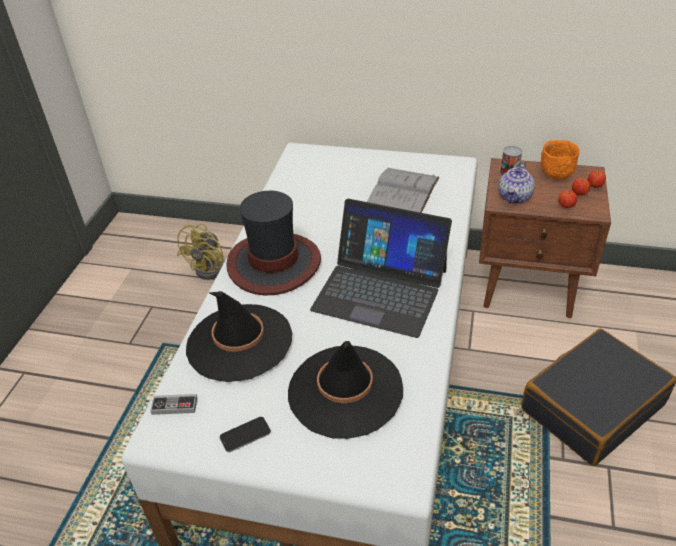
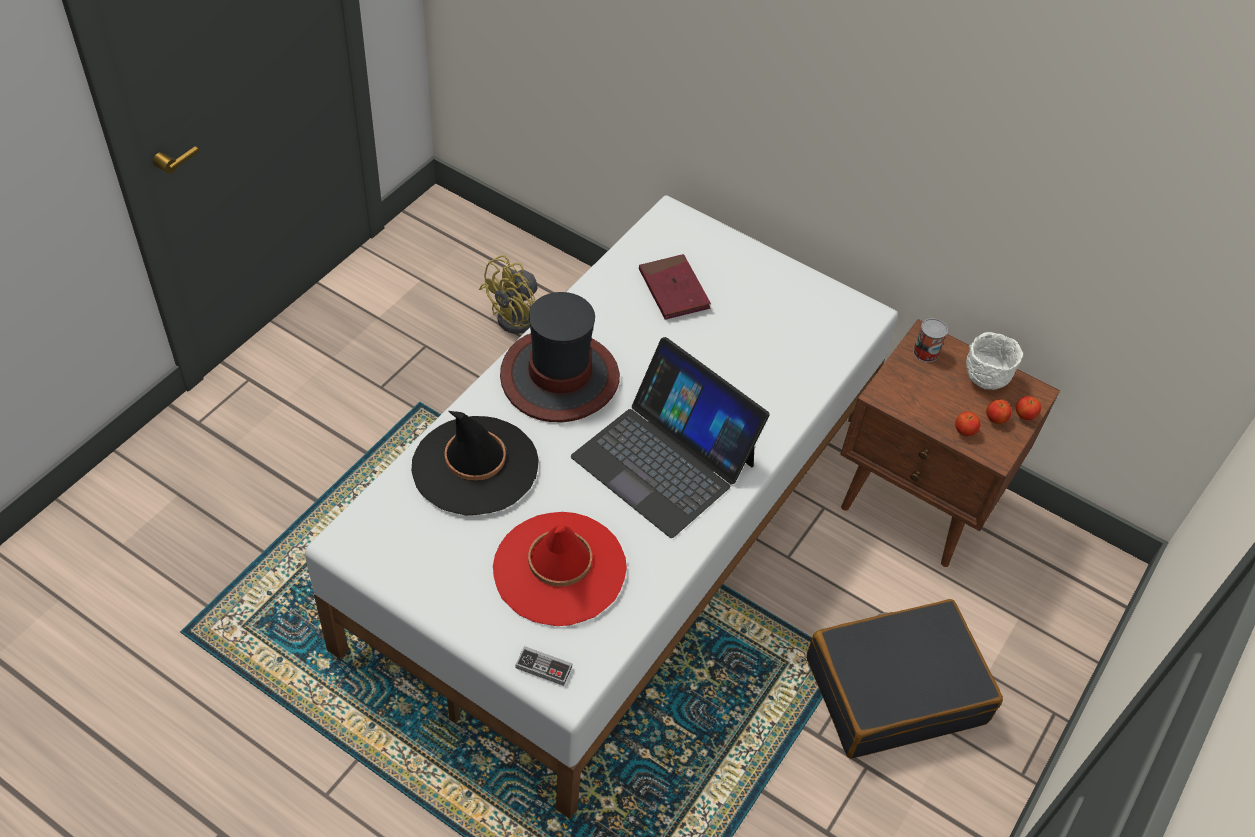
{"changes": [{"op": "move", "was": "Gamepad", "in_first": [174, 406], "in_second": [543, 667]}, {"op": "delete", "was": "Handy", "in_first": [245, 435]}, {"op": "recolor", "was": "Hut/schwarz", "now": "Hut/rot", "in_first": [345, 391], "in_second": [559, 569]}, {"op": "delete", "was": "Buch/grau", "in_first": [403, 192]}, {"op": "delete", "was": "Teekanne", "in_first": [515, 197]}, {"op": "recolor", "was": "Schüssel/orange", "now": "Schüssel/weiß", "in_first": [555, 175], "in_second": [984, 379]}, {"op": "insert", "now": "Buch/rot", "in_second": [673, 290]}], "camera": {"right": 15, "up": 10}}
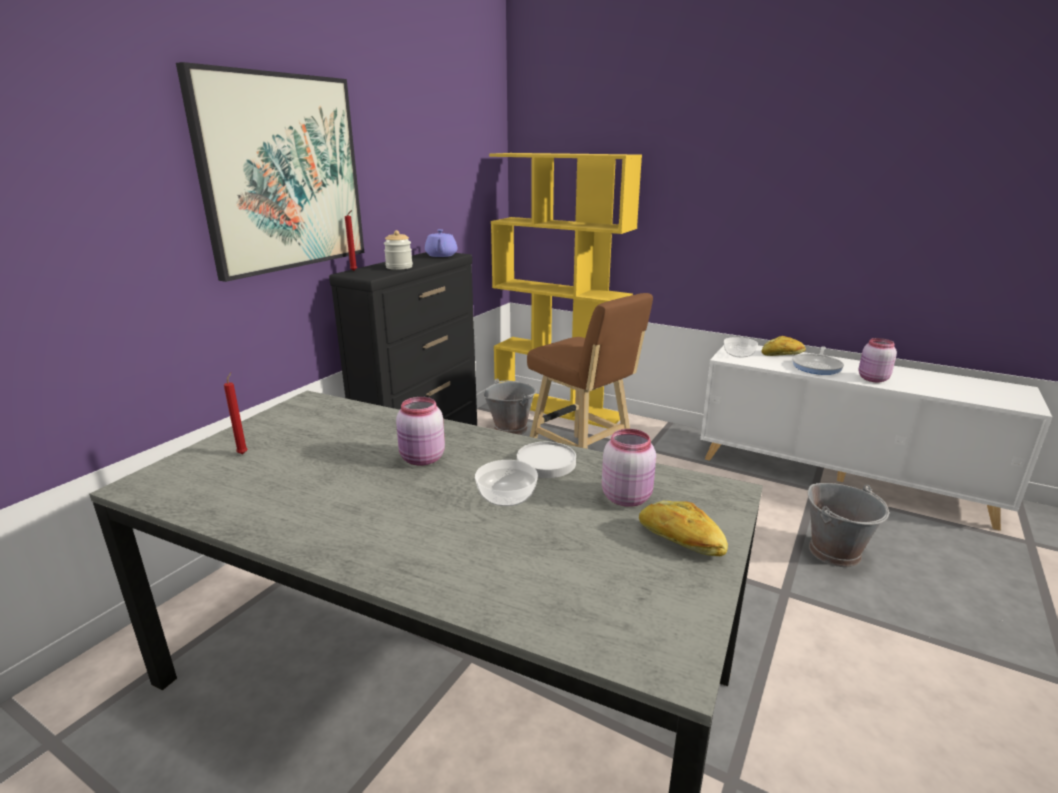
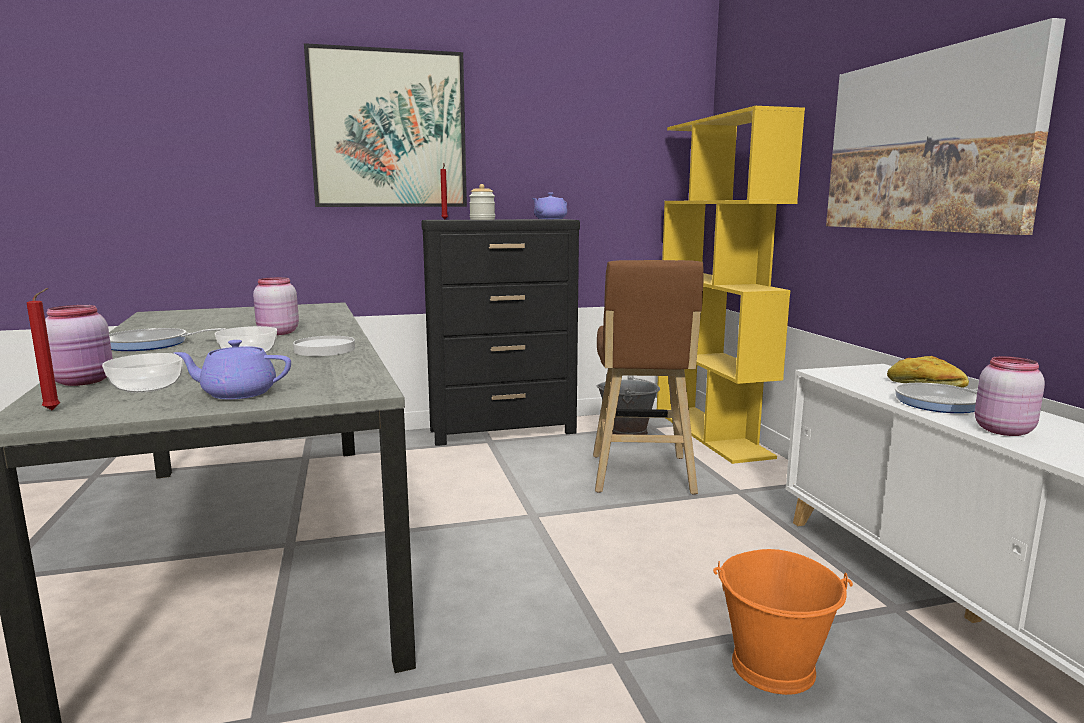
{"changes": [{"op": "move", "was": "Kerze/rot", "in_first": [243, 453], "in_second": [55, 409]}, {"op": "move", "was": "Vorratsglas/rosa", "in_first": [627, 497], "in_second": [85, 381]}, {"op": "replace", "was": "Brot", "now": "Teekanne/lila", "in_first": [680, 541], "in_second": [237, 393]}, {"op": "move", "was": "Schüssel", "in_first": [738, 354], "in_second": [147, 387]}, {"op": "recolor", "was": "Eimer/grau", "now": "Eimer/orange", "in_first": [835, 552], "in_second": [774, 668]}, {"op": "insert", "now": "Pfanne", "in_second": [151, 344]}, {"op": "insert", "now": "Bild", "in_second": [927, 143]}], "camera": {"right": 45, "up": -10}}
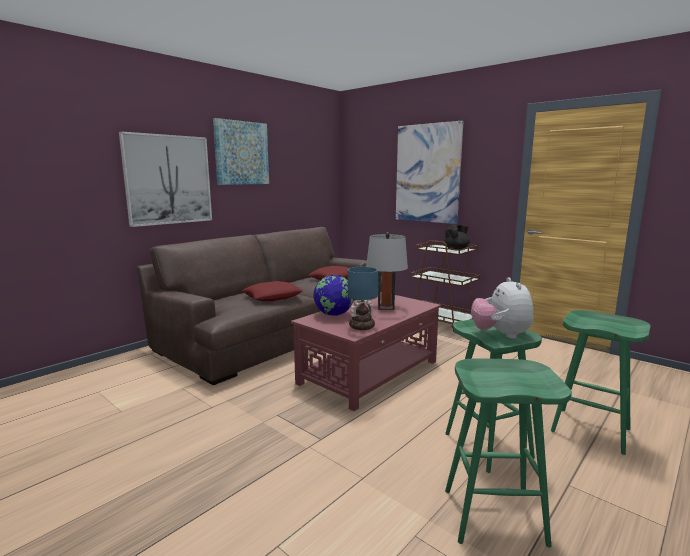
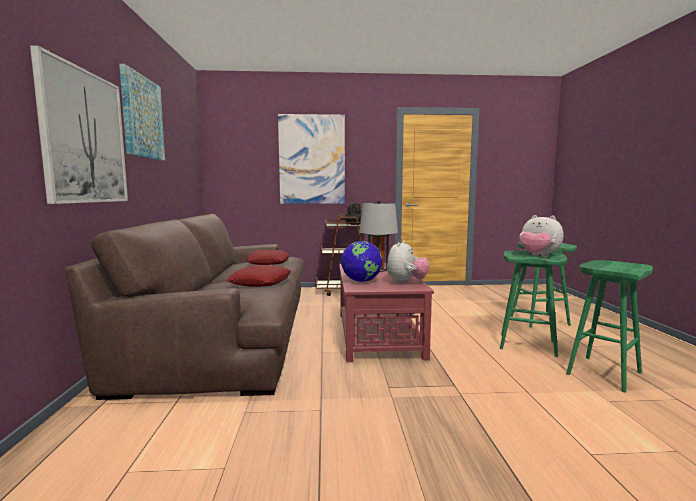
{"changes": [{"op": "replace", "was": "Tischlampe", "now": "Plüschtier", "in_first": [362, 326], "in_second": [406, 282]}], "camera": {"right": -45, "up": -5}}
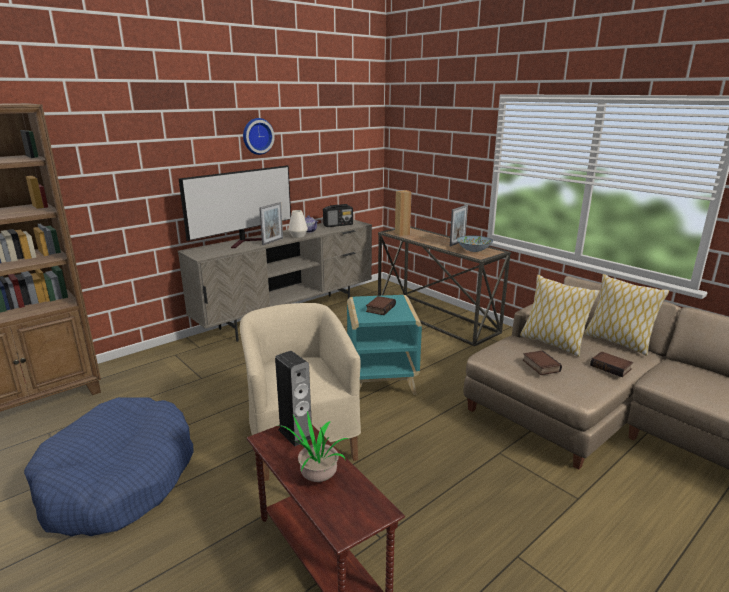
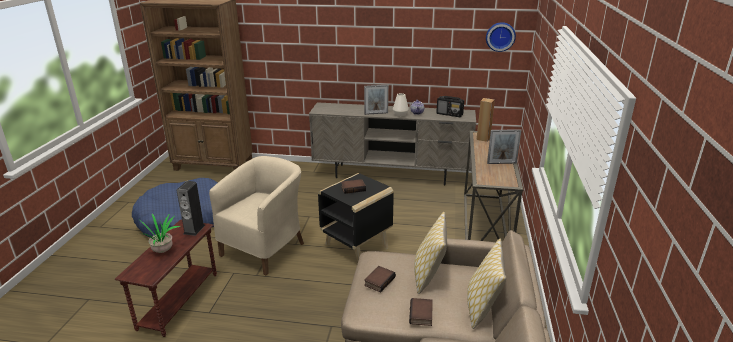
{"changes": [{"op": "delete", "was": "Fernseher", "in_first": [247, 242]}, {"op": "move", "was": "Wanduhr", "in_first": [257, 136], "in_second": [500, 36]}, {"op": "recolor", "was": "Beistelltisch/türkis", "now": "Beistelltisch/schwarz", "in_first": [382, 382], "in_second": [357, 246]}, {"op": "delete", "was": "Schüssel", "in_first": [473, 250]}], "camera": {"right": 50, "up": 5}}
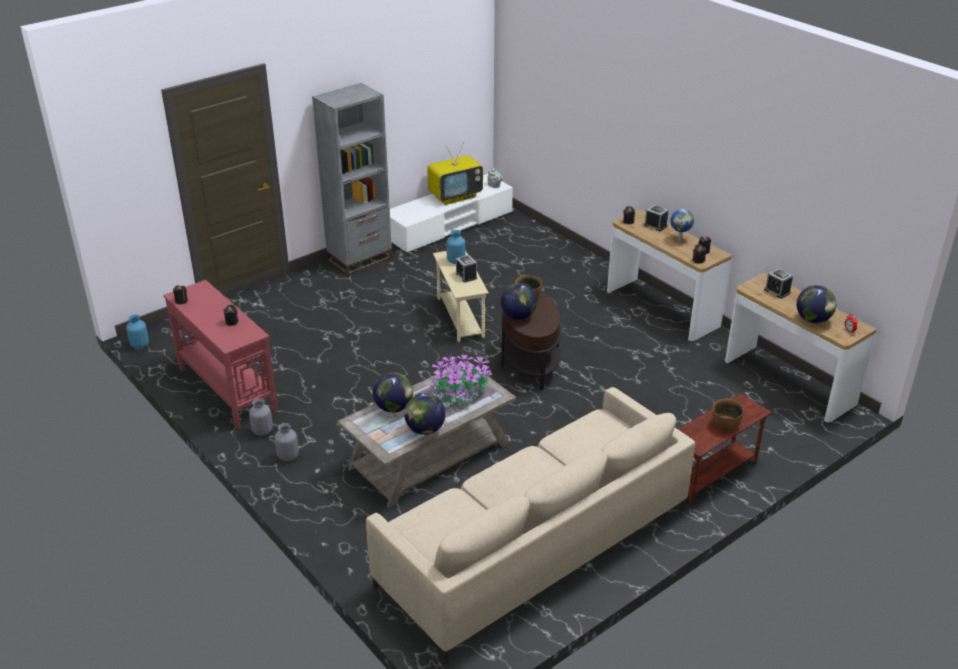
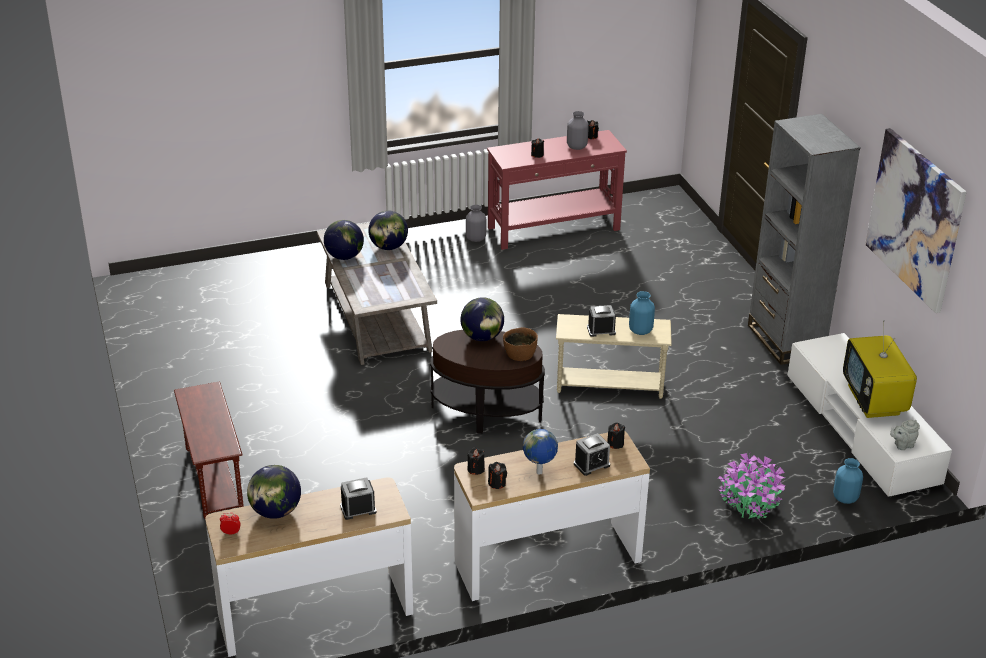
{"changes": [{"op": "move", "was": "Vase/blau", "in_first": [140, 345], "in_second": [845, 498]}, {"op": "move", "was": "Vase/grau", "in_first": [288, 457], "in_second": [576, 147]}, {"op": "delete", "was": "Sofa/beige", "in_first": [533, 547]}, {"op": "move", "was": "Topfpflanze", "in_first": [460, 394], "in_second": [749, 503]}, {"op": "delete", "was": "Schüssel/braun", "in_first": [725, 424]}, {"op": "insert", "now": "Bild", "in_second": [915, 219]}], "camera": {"right": 110, "up": 0}}
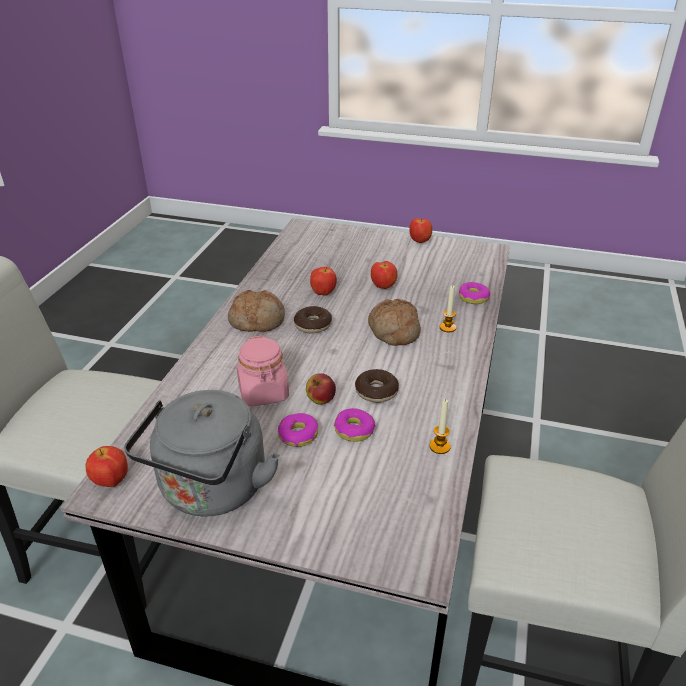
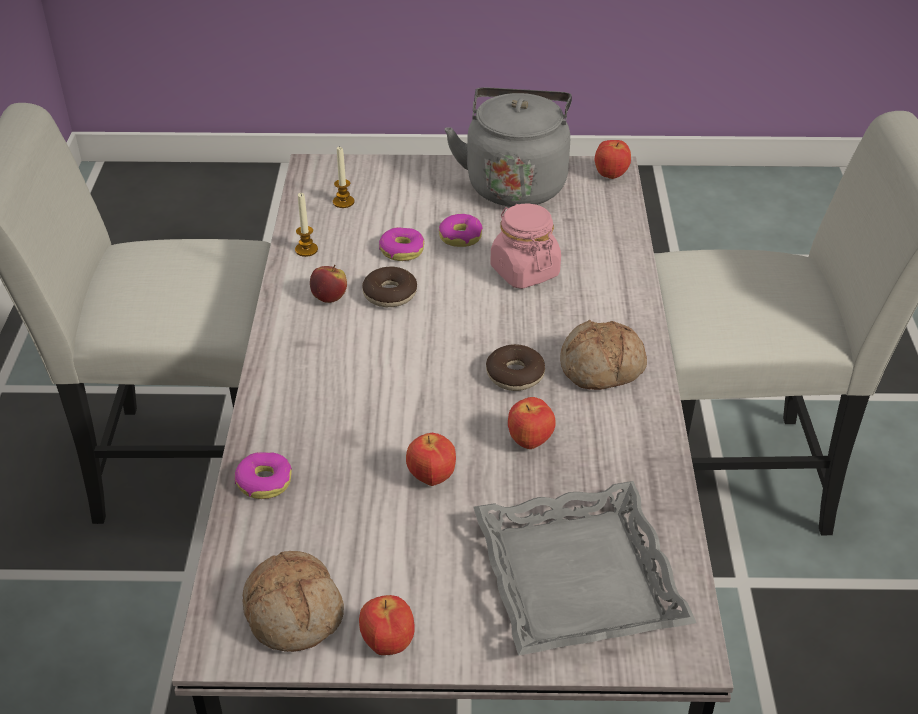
{"changes": [{"op": "move", "was": "Apfel", "in_first": [321, 400], "in_second": [329, 298]}, {"op": "move", "was": "Brot", "in_first": [393, 331], "in_second": [295, 612]}, {"op": "move", "was": "Kerze", "in_first": [447, 327], "in_second": [343, 202]}, {"op": "insert", "now": "Tablett/grau", "in_second": [580, 578]}], "camera": {"right": 165, "up": 5}}
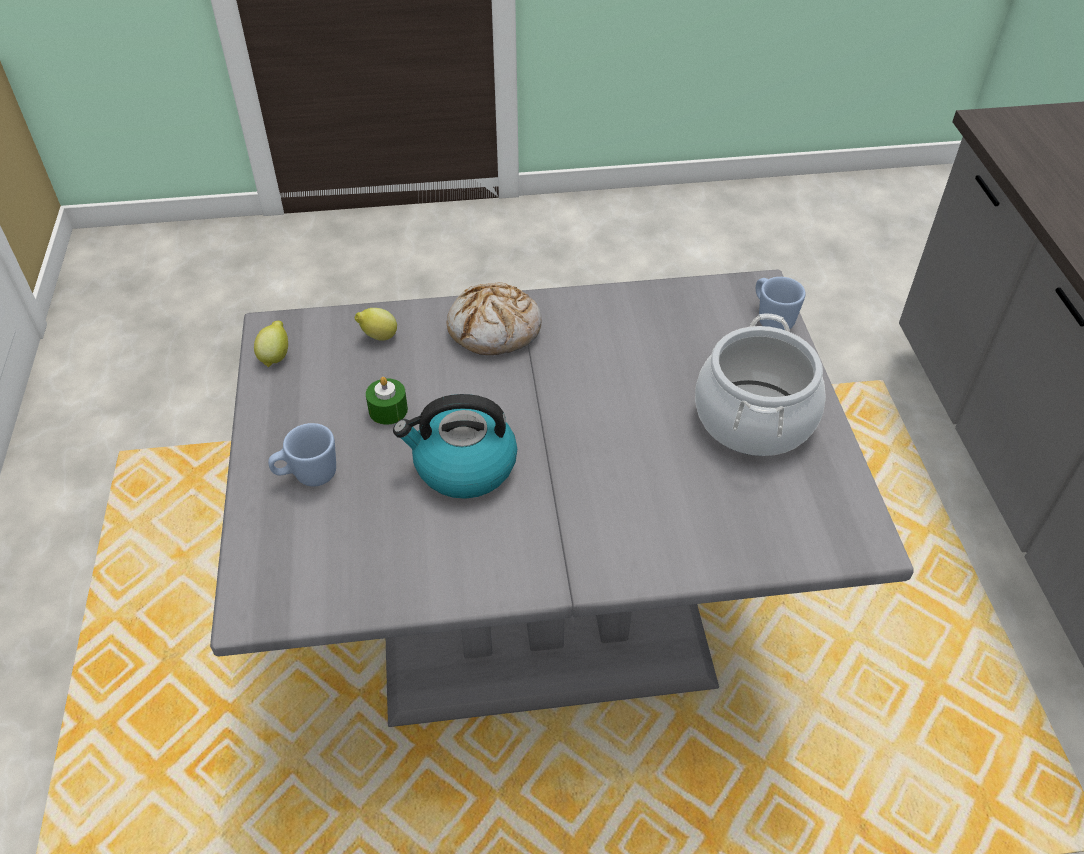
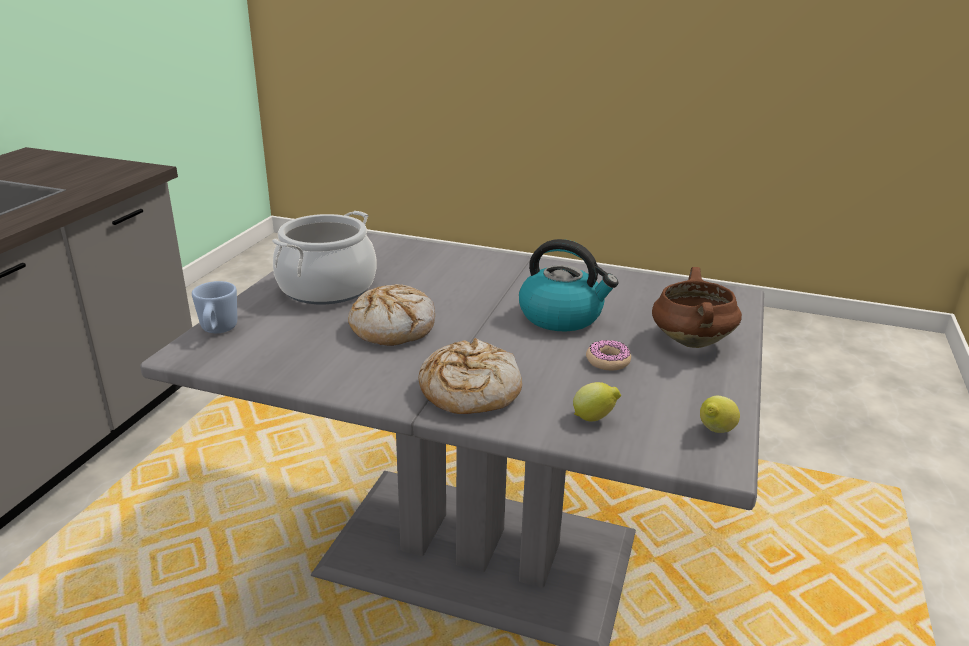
{"changes": [{"op": "replace", "was": "Henkelbecher/blau", "now": "Kochtopf/braun", "in_first": [307, 476], "in_second": [690, 340]}, {"op": "replace", "was": "Kerze/grün", "now": "Donut", "in_first": [388, 410], "in_second": [608, 361]}, {"op": "insert", "now": "Brot", "in_second": [393, 327]}], "camera": {"right": -155, "up": -20}}
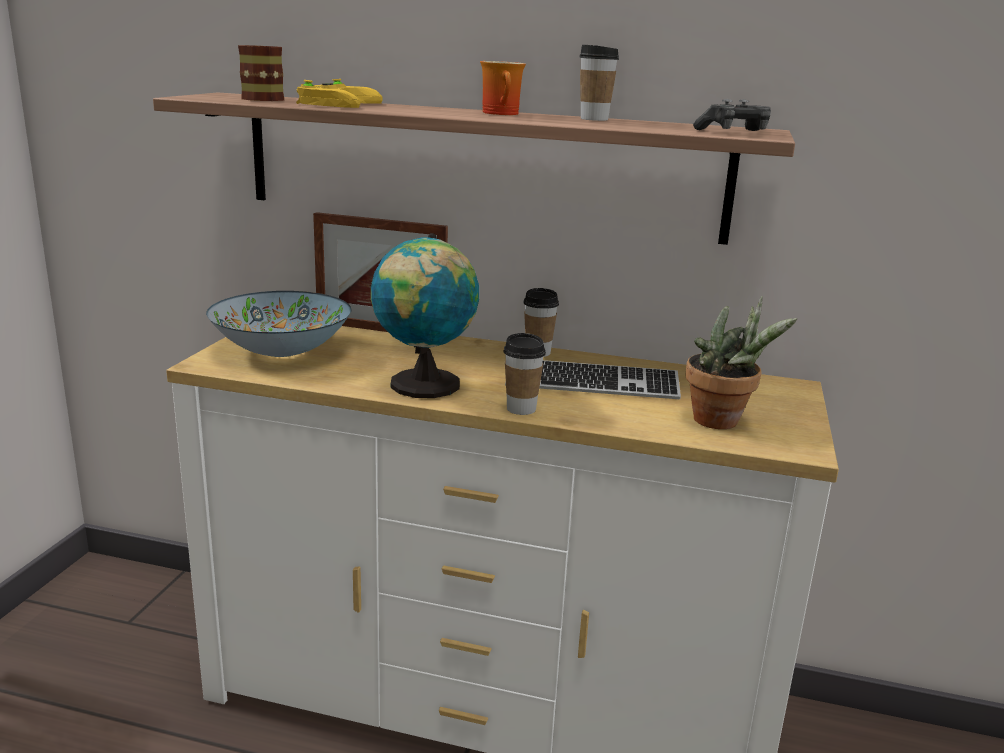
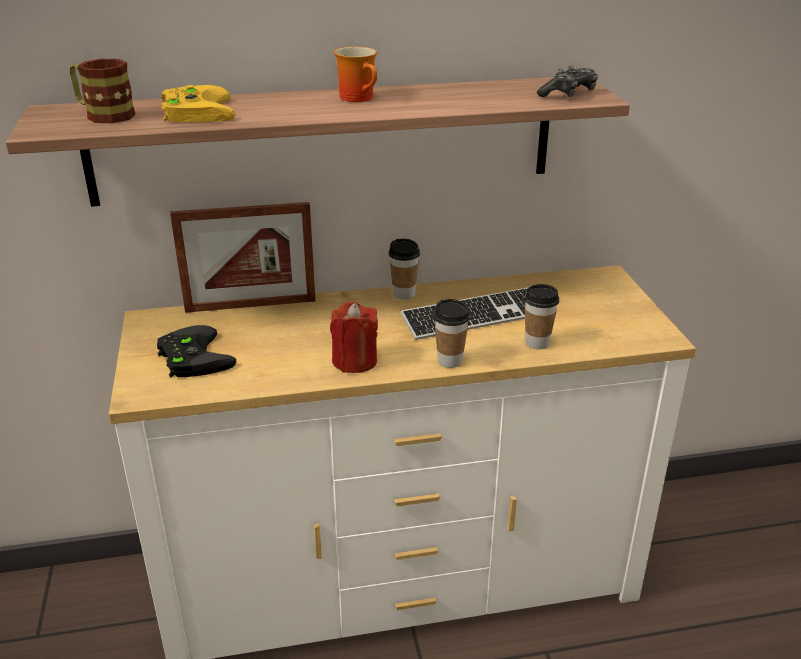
{"changes": [{"op": "replace", "was": "Schüssel", "now": "Gamepad/schwarz", "in_first": [282, 350], "in_second": [191, 357]}, {"op": "replace", "was": "Globus", "now": "Kerze/rot", "in_first": [424, 386], "in_second": [354, 361]}, {"op": "move", "was": "Tasse", "in_first": [594, 119], "in_second": [537, 343]}, {"op": "delete", "was": "Topfpflanze", "in_first": [722, 422]}], "camera": {"right": -25, "up": 10}}
